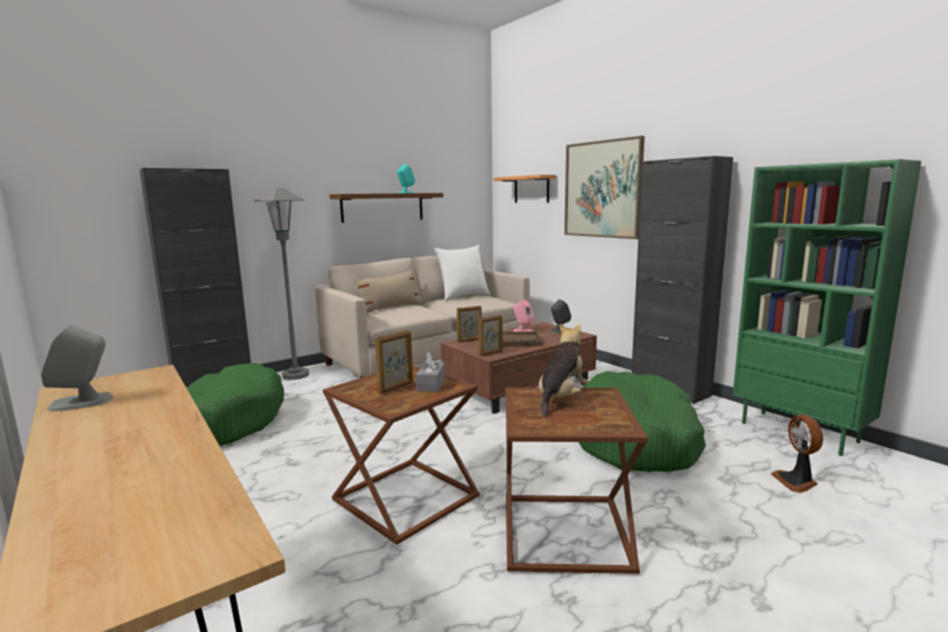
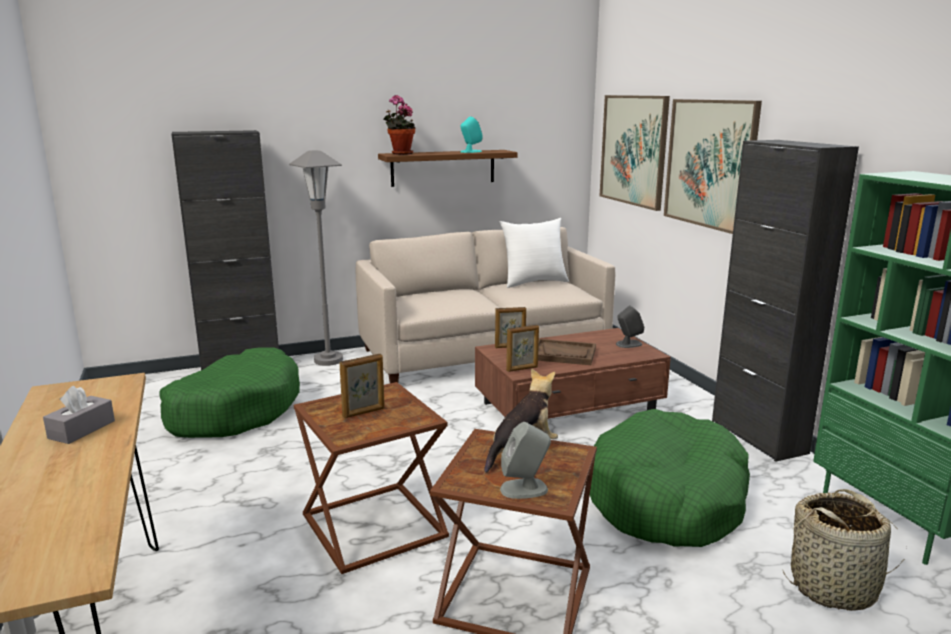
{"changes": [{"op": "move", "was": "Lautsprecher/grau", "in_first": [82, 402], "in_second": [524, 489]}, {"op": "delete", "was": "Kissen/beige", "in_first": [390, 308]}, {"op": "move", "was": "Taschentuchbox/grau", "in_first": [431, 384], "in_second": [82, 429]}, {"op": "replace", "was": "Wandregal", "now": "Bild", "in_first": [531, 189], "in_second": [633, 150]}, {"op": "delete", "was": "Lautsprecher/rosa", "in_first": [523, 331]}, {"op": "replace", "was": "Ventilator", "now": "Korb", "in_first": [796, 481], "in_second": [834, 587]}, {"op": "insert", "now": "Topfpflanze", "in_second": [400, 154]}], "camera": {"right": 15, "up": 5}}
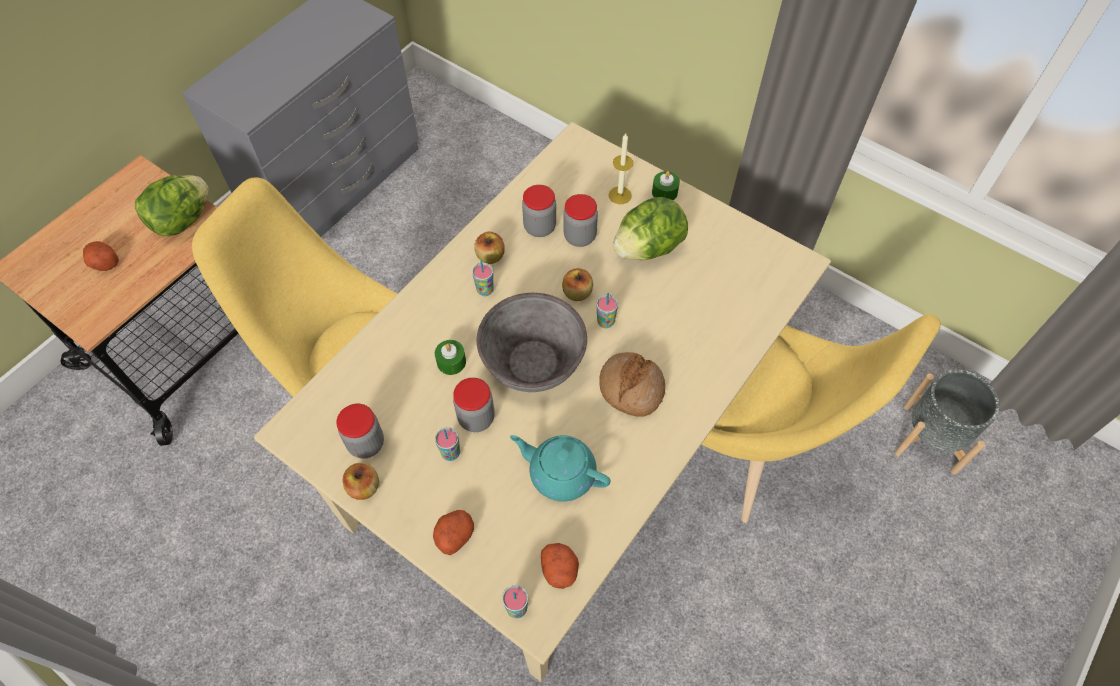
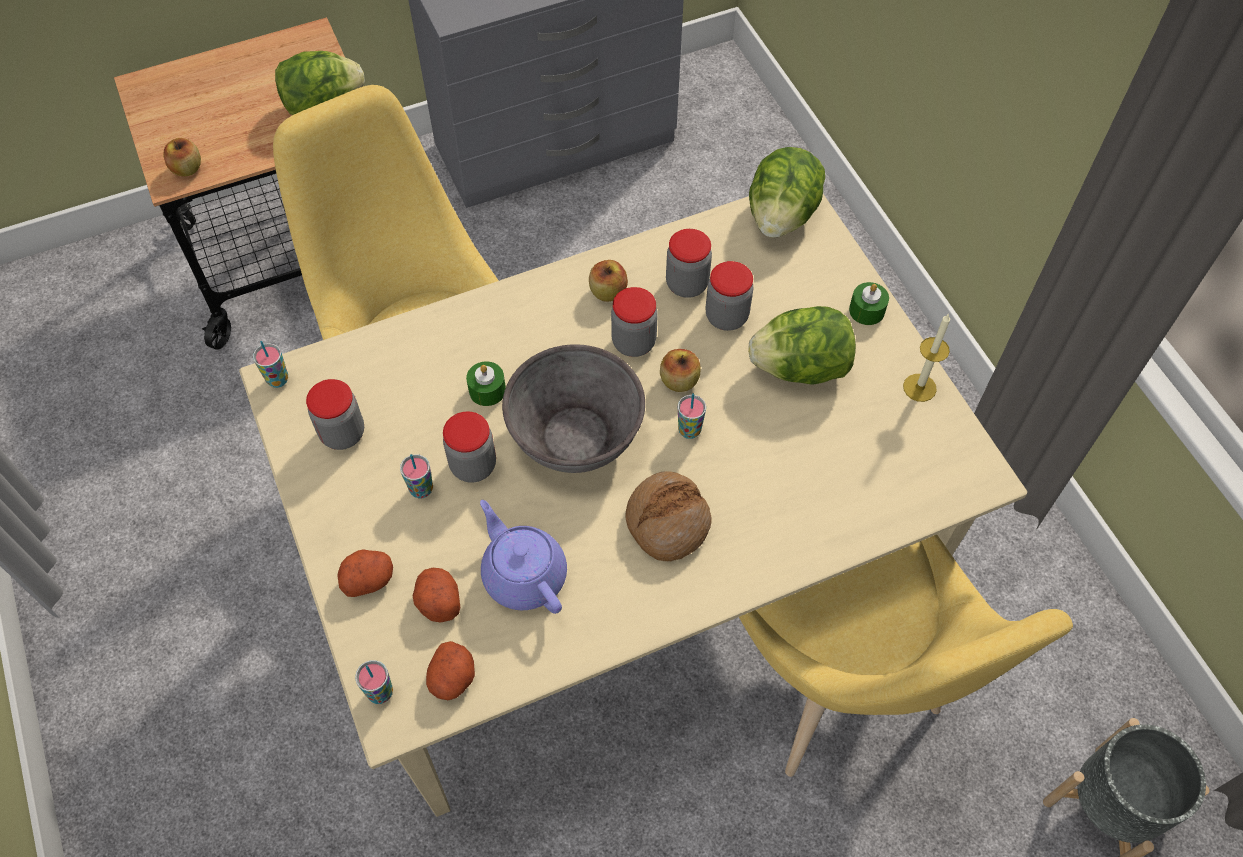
{"changes": [{"op": "move", "was": "Kartoffel", "in_first": [104, 262], "in_second": [438, 601]}, {"op": "move", "was": "Apfel", "in_first": [364, 487], "in_second": [187, 169]}, {"op": "move", "was": "Tasse", "in_first": [485, 290], "in_second": [278, 380]}, {"op": "recolor", "was": "Teekanne/türkis", "now": "Teekanne/lila", "in_first": [560, 473], "in_second": [523, 574]}, {"op": "move", "was": "Kerze", "in_first": [620, 195], "in_second": [919, 387]}, {"op": "insert", "now": "Vorratsglas", "in_second": [633, 342]}, {"op": "insert", "now": "Salatkopf", "in_second": [781, 216]}], "camera": {"right": 30, "up": 0}}
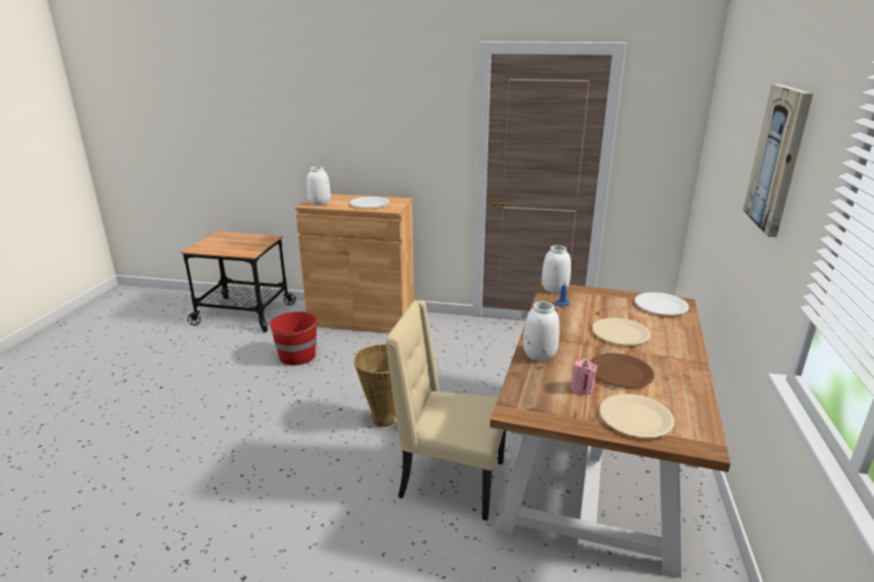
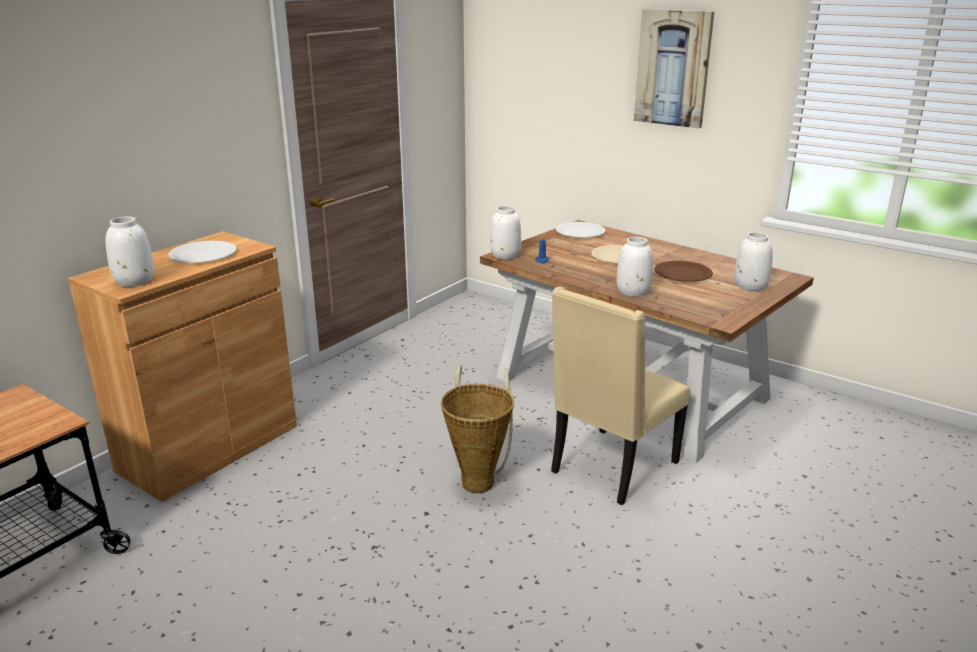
{"changes": [{"op": "delete", "was": "Eimer/rot", "in_first": [297, 356]}, {"op": "delete", "was": "Kerze/rosa", "in_first": [582, 388]}, {"op": "replace", "was": "Teller/beige", "now": "Vase/weiß", "in_first": [636, 417], "in_second": [750, 286]}], "camera": {"right": -65, "up": 0}}
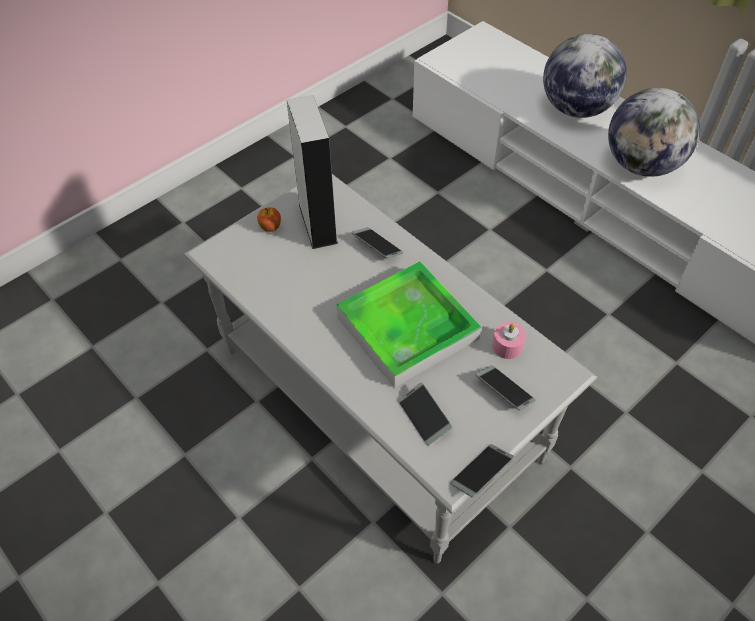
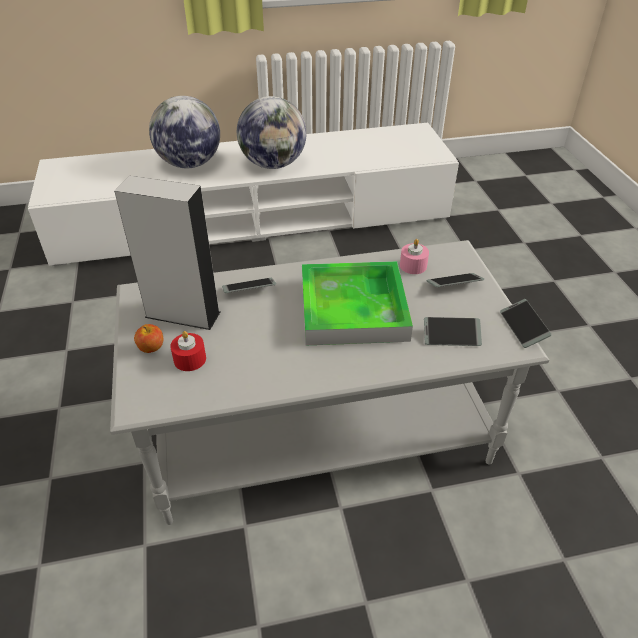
{"changes": [{"op": "insert", "now": "Kerze/rot", "in_second": [190, 359]}], "camera": {"right": -60, "up": -10}}
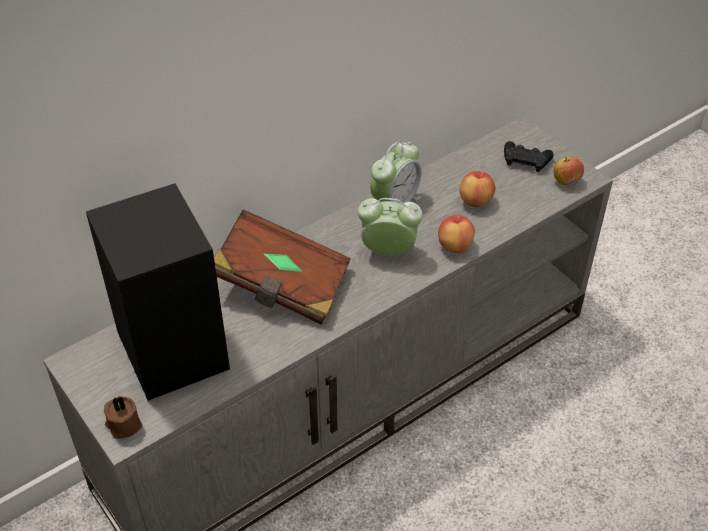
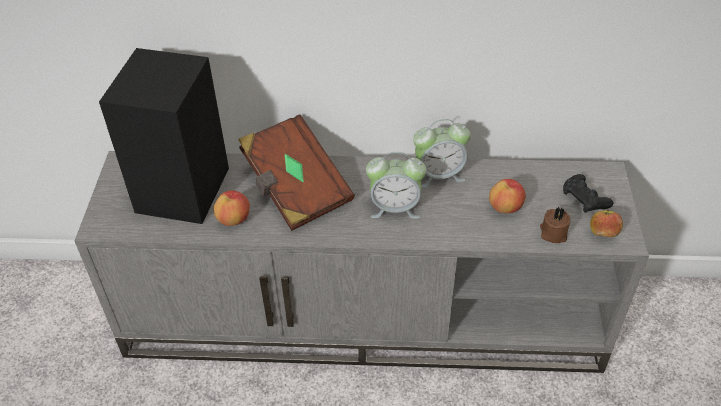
{"changes": [{"op": "move", "was": "Kerze/braun", "in_first": [123, 425], "in_second": [553, 233]}, {"op": "rotate", "was": "Wecker", "in_first": [388, 252], "in_second": [395, 207], "clockwise": 135}, {"op": "move", "was": "Apfel", "in_first": [455, 246], "in_second": [234, 219]}], "camera": {"right": 40, "up": 0}}
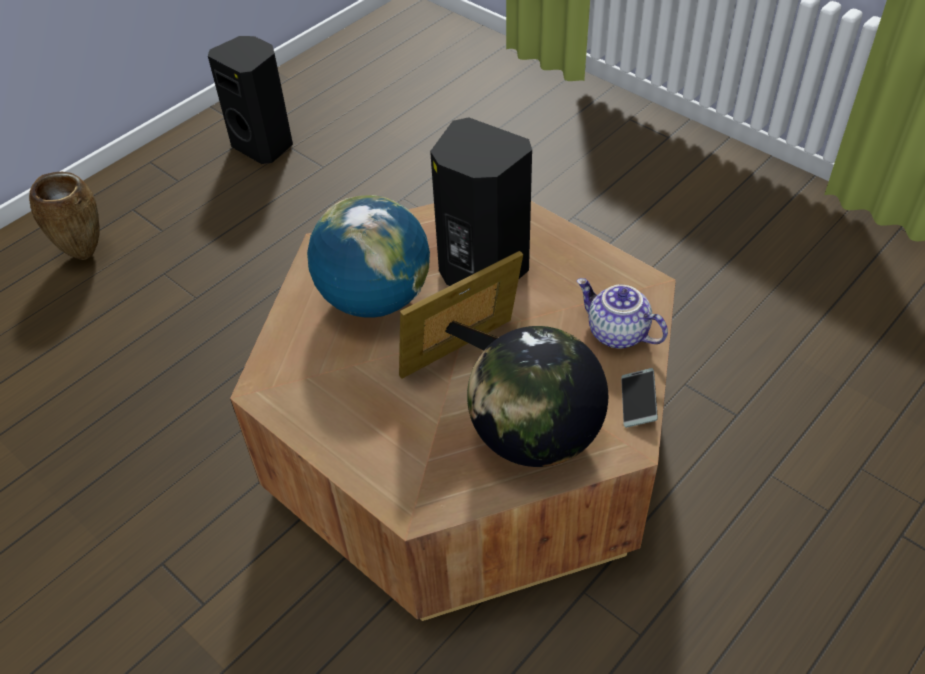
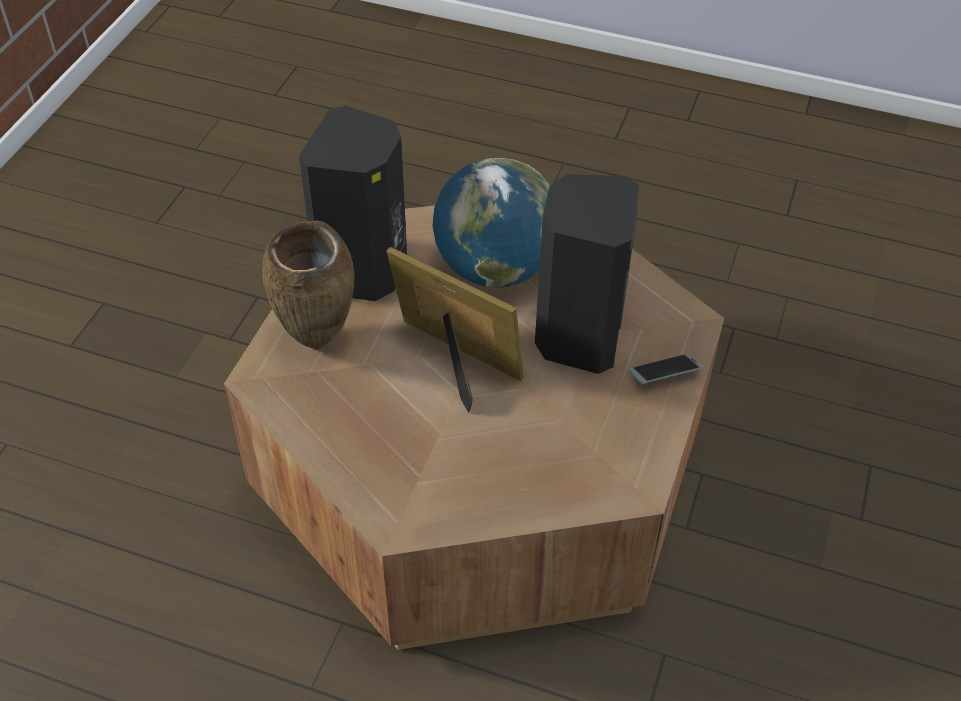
{"changes": [{"op": "move", "was": "Vase/braun", "in_first": [86, 254], "in_second": [319, 342]}, {"op": "move", "was": "Lautsprecher/schwarz", "in_first": [265, 145], "in_second": [365, 272]}, {"op": "delete", "was": "Globus", "in_first": [535, 437]}, {"op": "delete", "was": "Teekanne", "in_first": [616, 333]}, {"op": "move", "was": "Handy", "in_first": [638, 402], "in_second": [664, 374]}], "camera": {"right": 65, "up": 0}}
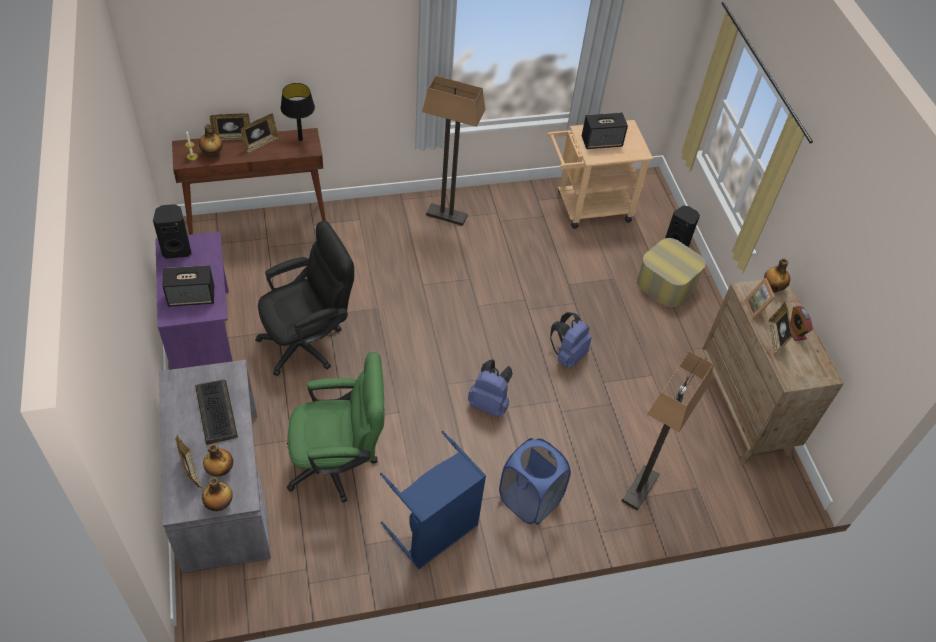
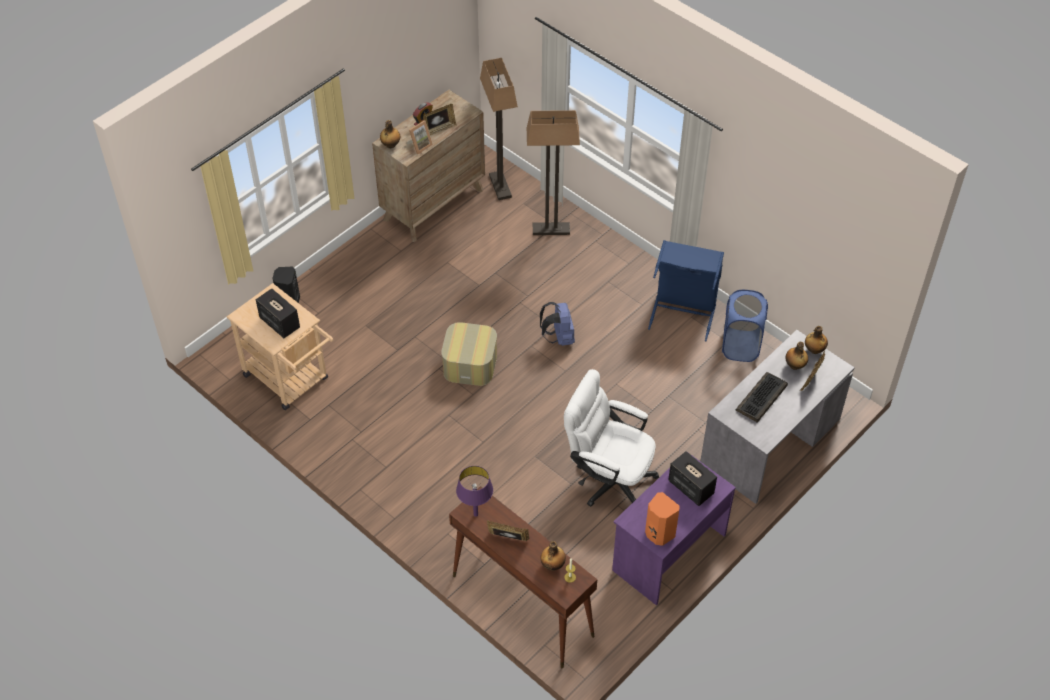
{"changes": [{"op": "recolor", "was": "Lautsprecher/schwarz", "now": "Lautsprecher/orange", "in_first": [177, 249], "in_second": [659, 534]}, {"op": "delete", "was": "Bilderrahmen", "in_first": [232, 138]}, {"op": "recolor", "was": "Bürostuhl/schwarz", "now": "Bürostuhl/weiß", "in_first": [309, 341], "in_second": [608, 478]}, {"op": "recolor", "was": "Tischlampe/schwarz", "now": "Tischlampe/lila", "in_first": [300, 139], "in_second": [476, 514]}, {"op": "delete", "was": "Bürostuhl/grün", "in_first": [339, 464]}, {"op": "move", "was": "Stehlampe", "in_first": [446, 215], "in_second": [500, 186]}, {"op": "move", "was": "Wäschekorb/blau", "in_first": [529, 500], "in_second": [740, 346]}, {"op": "delete", "was": "Rucksack/blau", "in_first": [567, 355]}, {"op": "move", "was": "Polsterhocker", "in_first": [666, 283], "in_second": [470, 364]}], "camera": {"right": -120, "up": 0}}
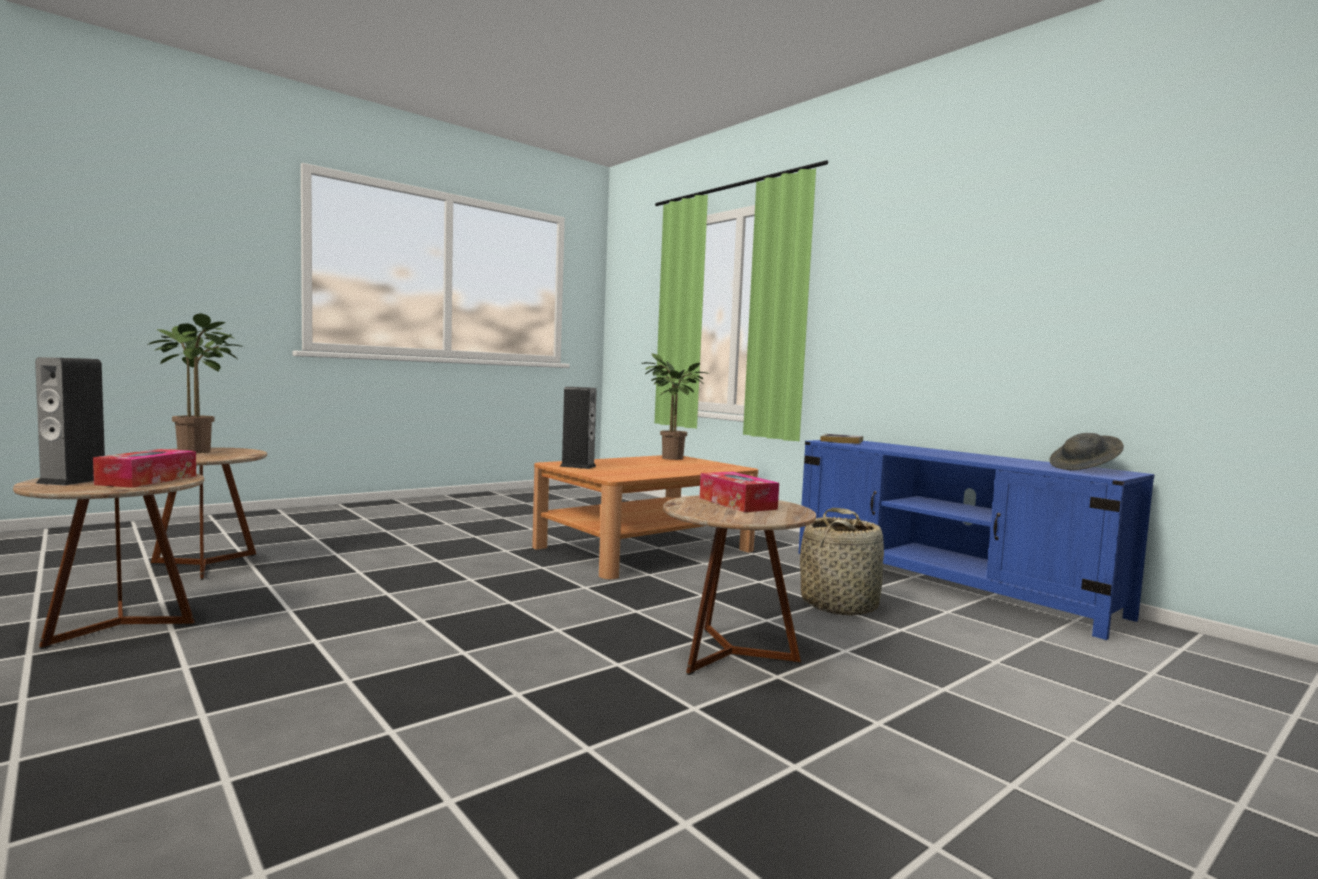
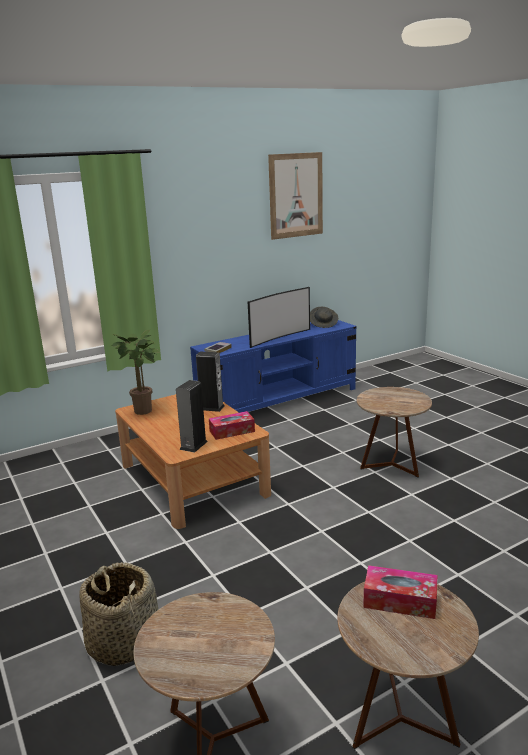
{"changes": [{"op": "move", "was": "Lautsprecher", "in_first": [73, 480], "in_second": [211, 407]}, {"op": "delete", "was": "Topfpflanze", "in_first": [200, 451]}, {"op": "move", "was": "Taschentuchbox", "in_first": [737, 503], "in_second": [232, 431]}, {"op": "move", "was": "Korb", "in_first": [839, 605], "in_second": [123, 642]}, {"op": "insert", "now": "Fernseher", "in_second": [278, 337]}, {"op": "insert", "now": "Bild", "in_second": [296, 195]}], "camera": {"right": -80, "up": 15}}
